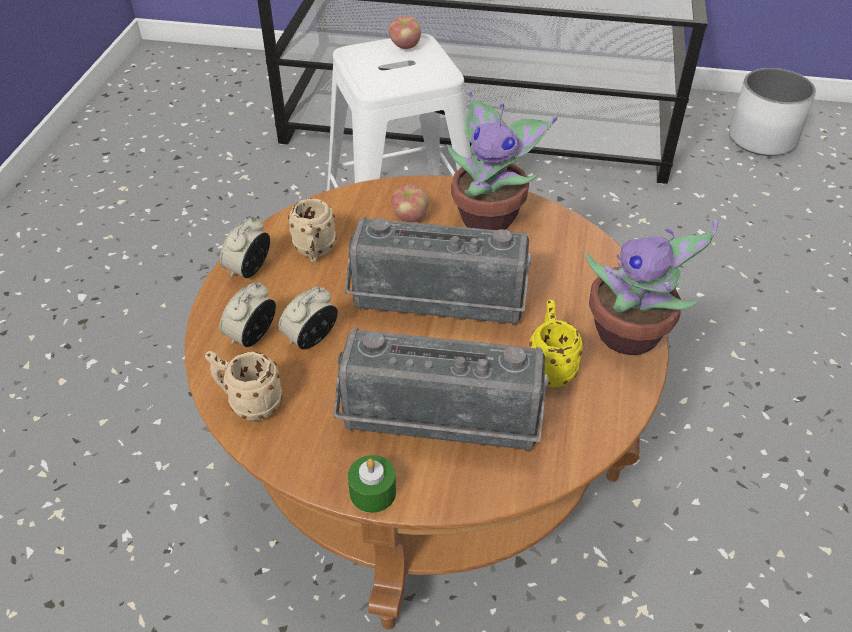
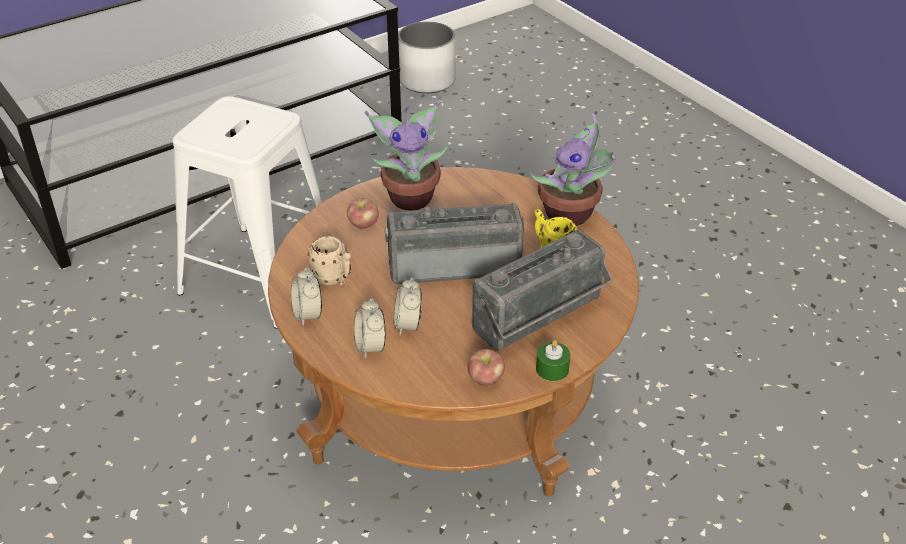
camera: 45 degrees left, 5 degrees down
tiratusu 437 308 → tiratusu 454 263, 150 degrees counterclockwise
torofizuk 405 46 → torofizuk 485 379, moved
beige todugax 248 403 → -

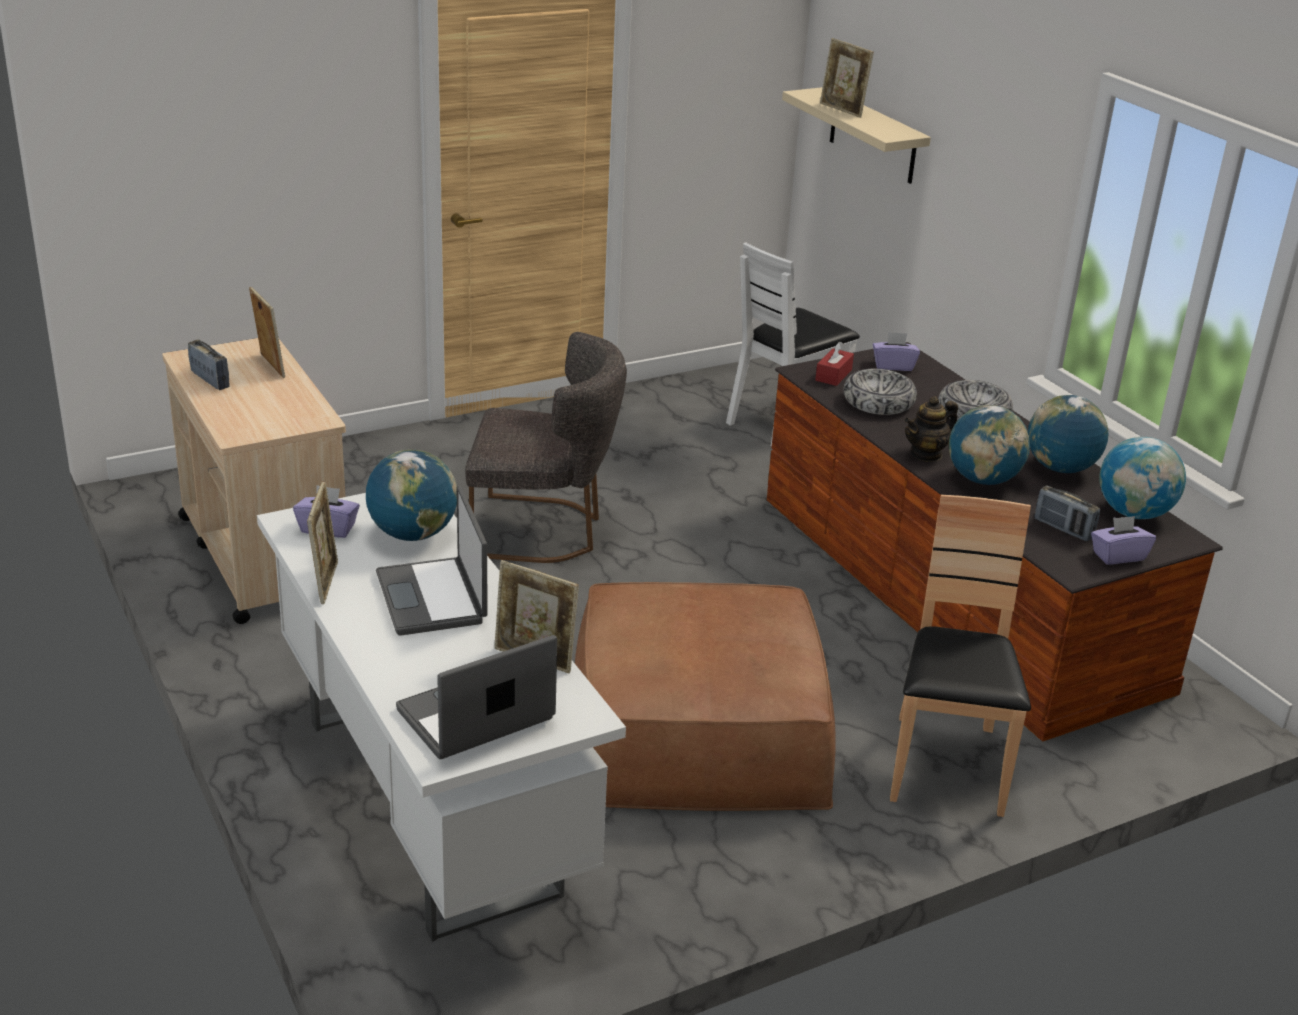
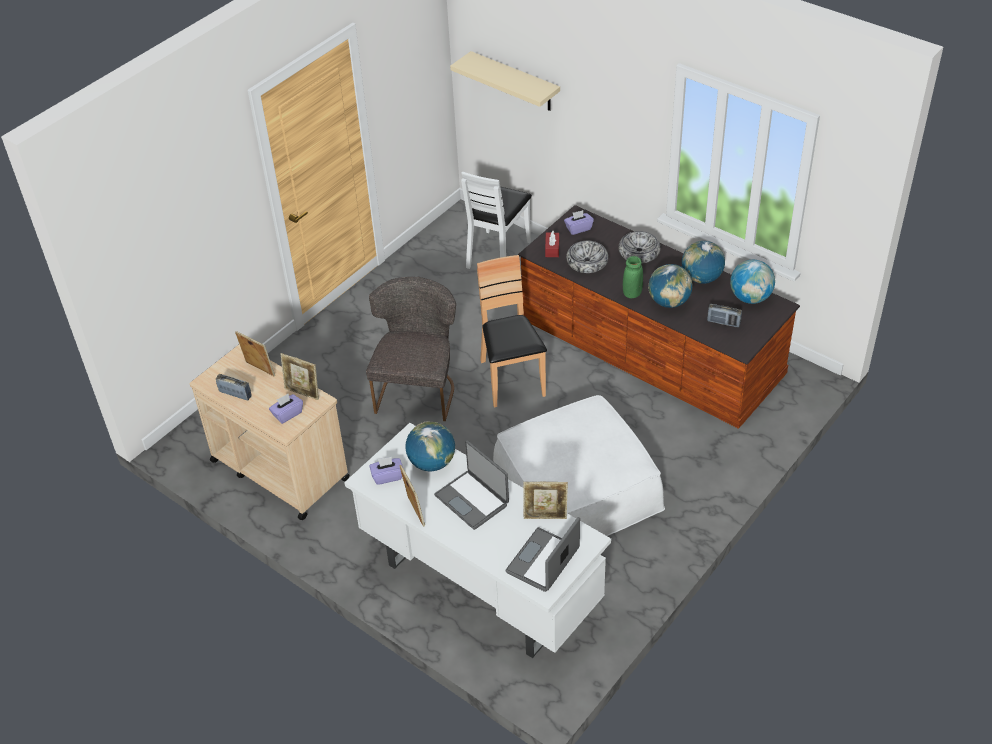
camera: 20 degrees left, 15 degrees up
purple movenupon 1118 556 → purple movenupon 287 414, moved
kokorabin 842 110 → kokorabin 303 393, moved
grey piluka 544 530 → grey piluka 418 389, 60 degrees counterclockwise
brown piluka 946 766 → brown piluka 511 379, moved
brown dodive 698 728 → white dodive 577 488
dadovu 926 454 → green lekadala 632 293

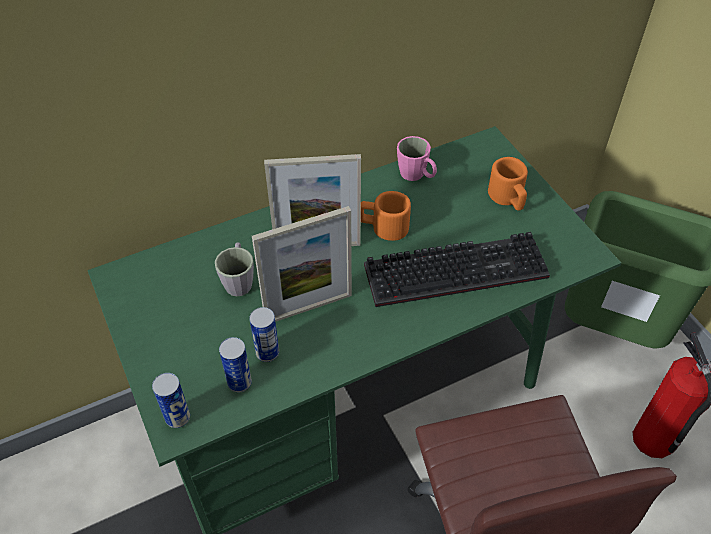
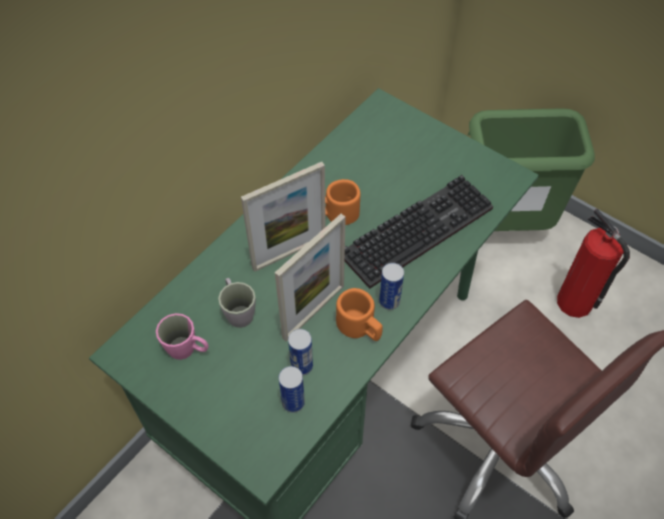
camera: 25 degrees left, 5 degrees up
pink todugax 416 175 → pink todugax 187 349, moved
orange todugax 508 198 → orange todugax 360 327, moved
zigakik 177 417 → zigakik 389 301, moved

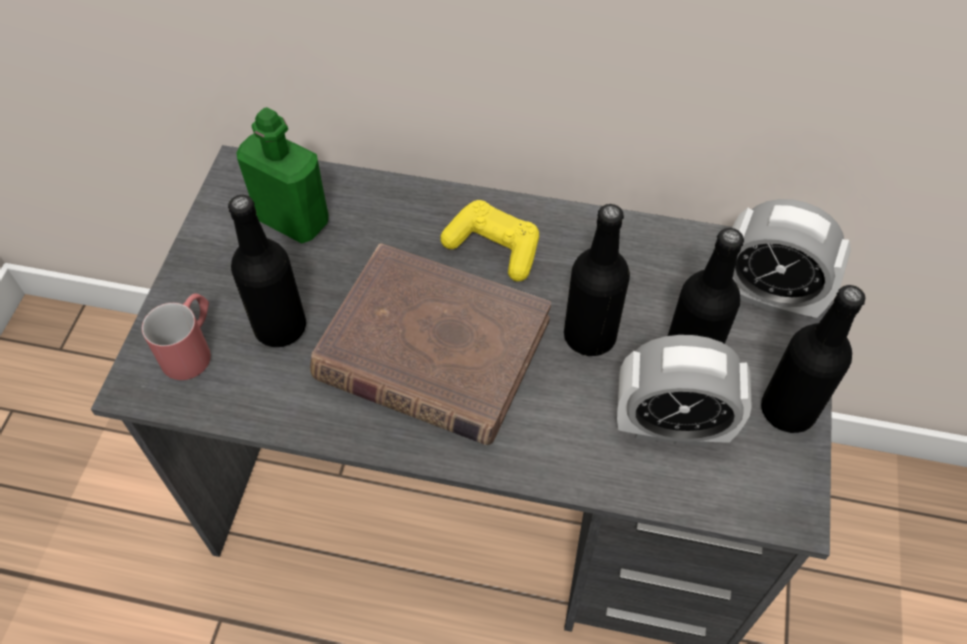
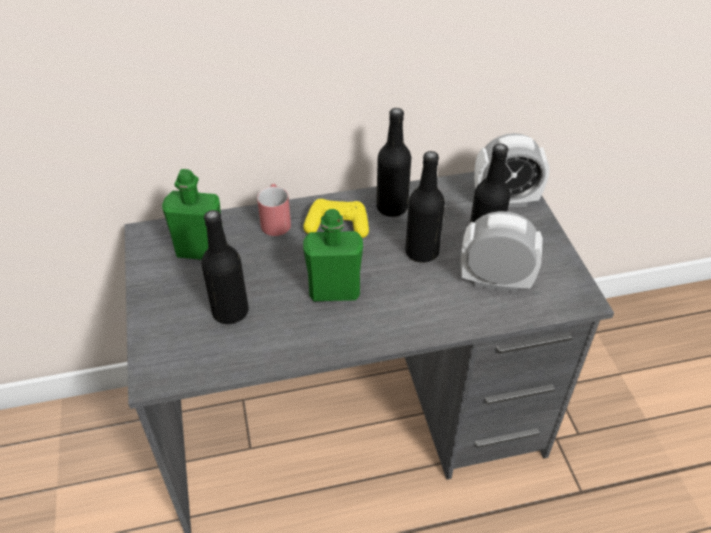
camera: 25 degrees left, 10 degrees down
red todugax 192 348 → red todugax 275 220, moved
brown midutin 432 350 → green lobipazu 334 291
black lobipazu 788 410 → black lobipazu 392 207, moved
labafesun 671 426 → labafesun 495 281, 150 degrees counterclockwise

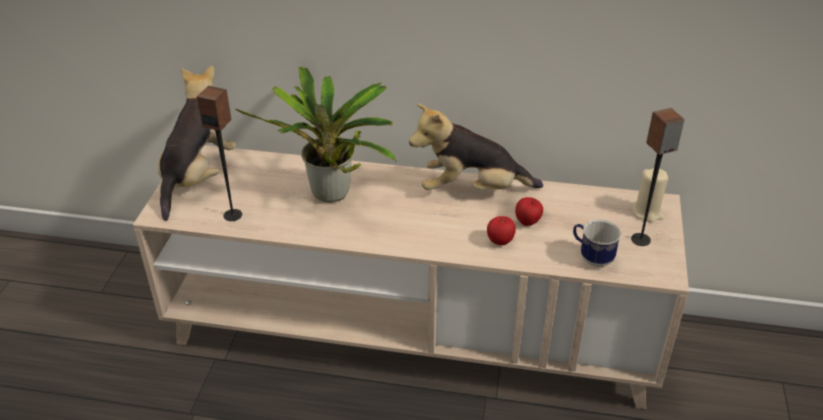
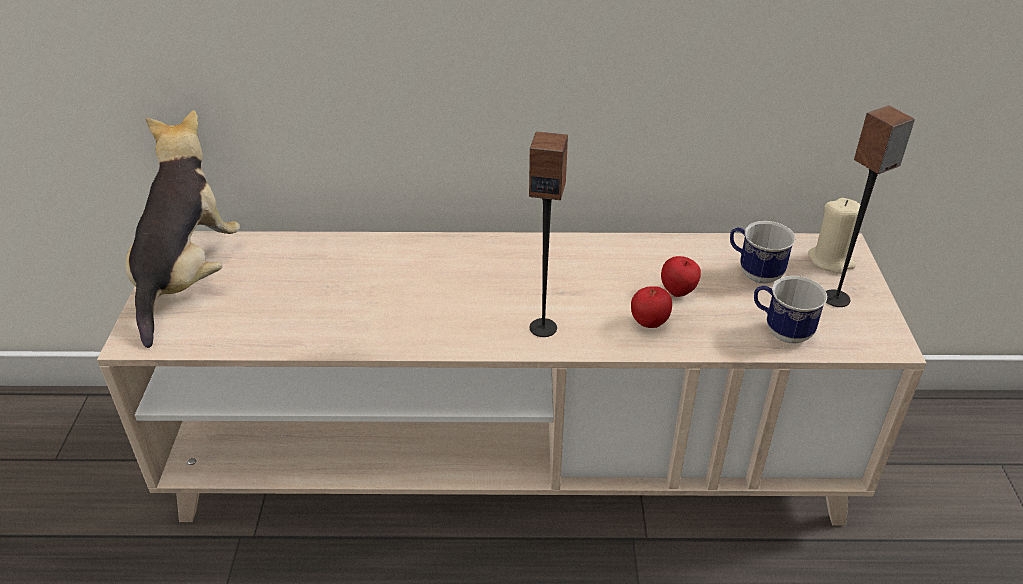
camera: 10 degrees left, 0 degrees up
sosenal 233 215 → sosenal 543 327, moved
- → todugax 754 272
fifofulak 333 197 → -
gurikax 472 190 → -

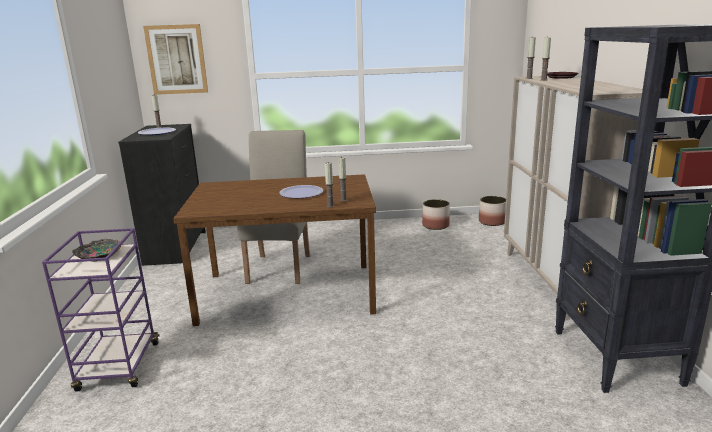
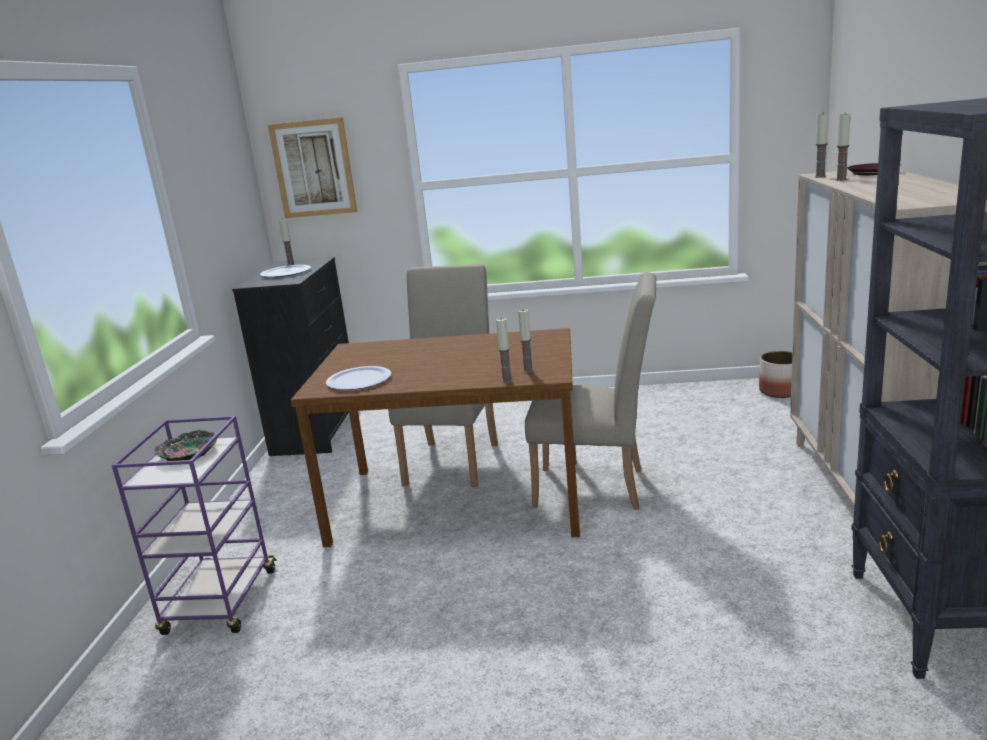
camera: 10 degrees right, 0 degrees up
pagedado 301 193 → pagedado 359 380, moved
- → beige piluka 599 488
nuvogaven 436 225 → -

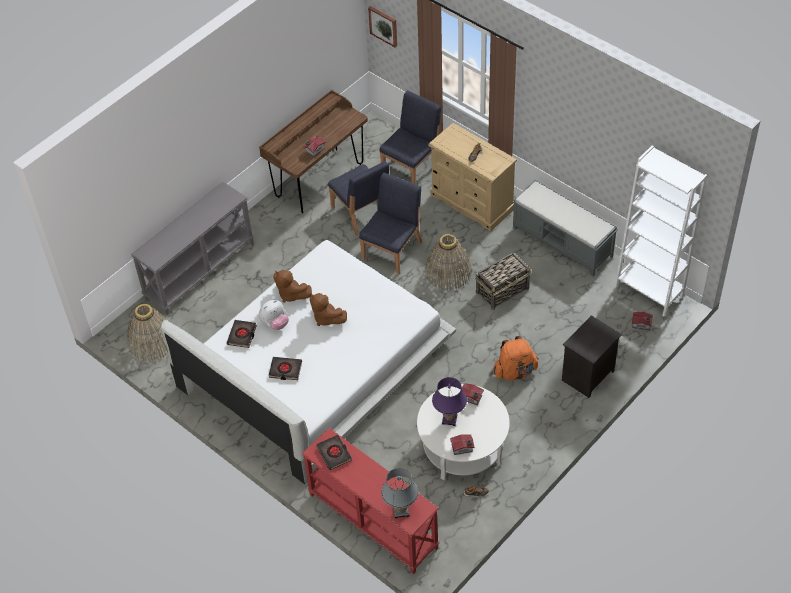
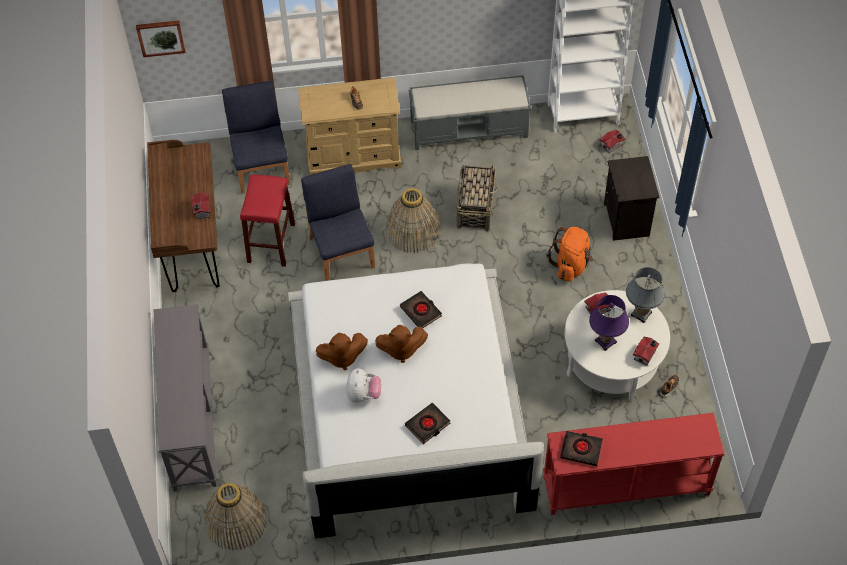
camera: 50 degrees left, 5 degrees up
blue piluka 361 213 → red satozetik 271 243
black midutin 242 335 → black midutin 421 311, moved
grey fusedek 400 511 → grey fusedek 641 314, moved

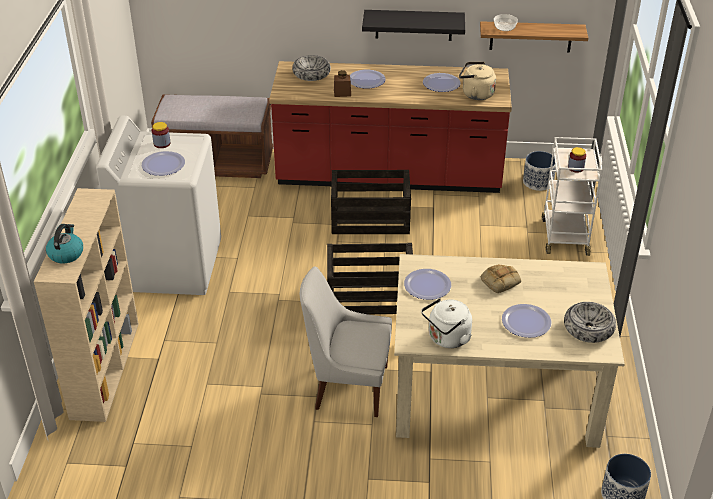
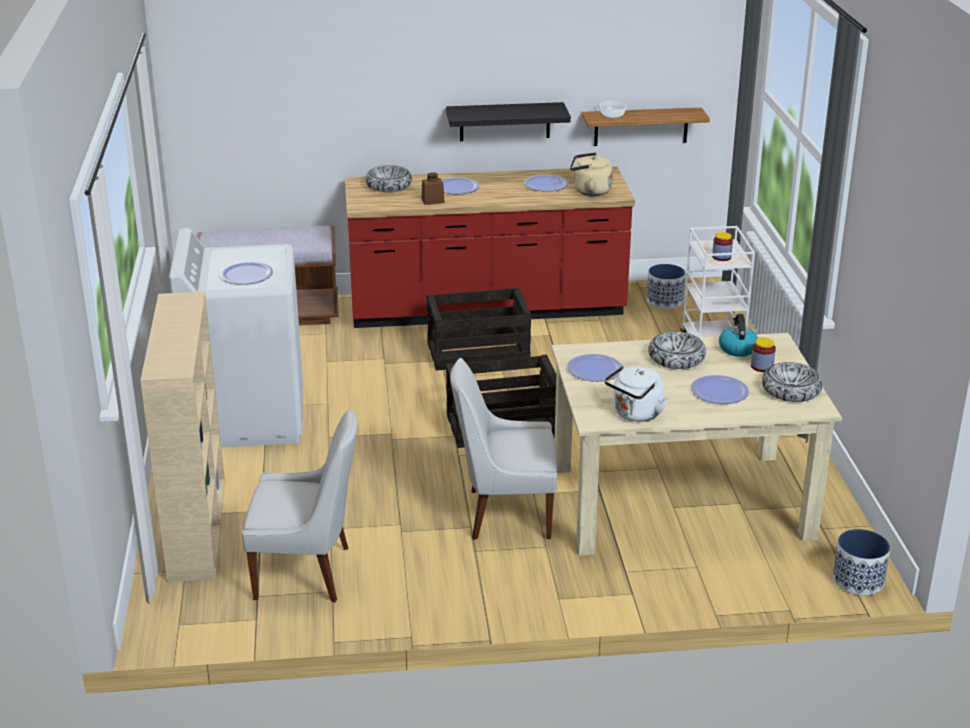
camera: 10 degrees left, 10 degrees down
- → white piluka 307 573
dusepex 500 280 → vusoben 676 358
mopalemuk 66 254 → mopalemuk 737 348, moved
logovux 162 143 → logovux 762 367, moved

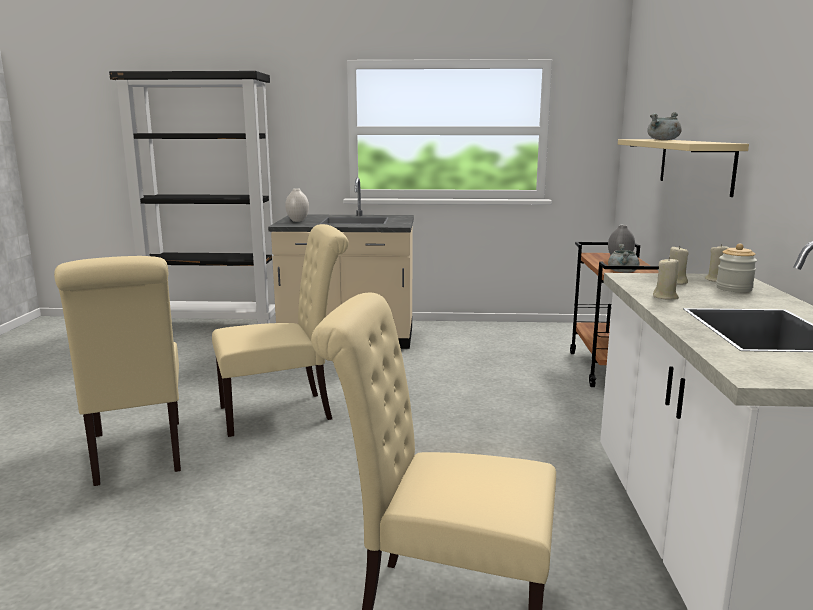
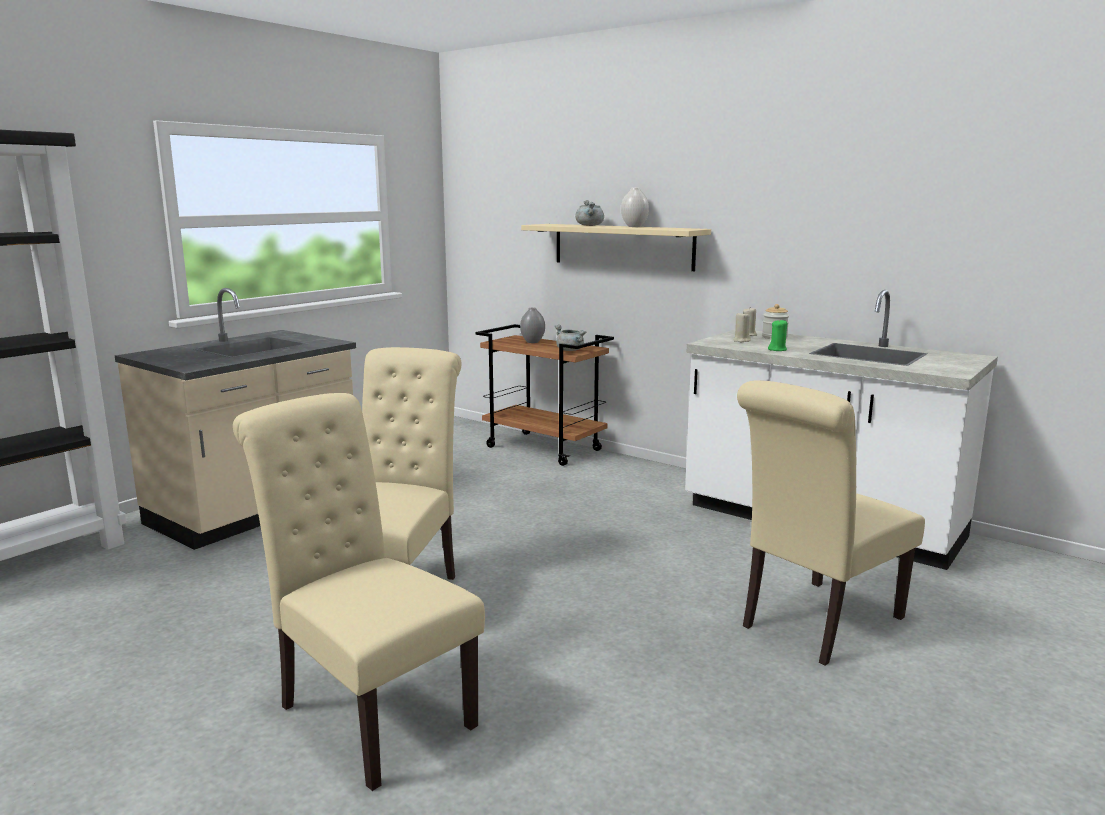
camera: 55 degrees left, 0 degrees up
beige piluka 137 455 → beige piluka 367 711, 150 degrees counterclockwise
white lekadala 298 221 → white lekadala 634 226, moved
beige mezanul 665 297 → green mezanul 777 349

